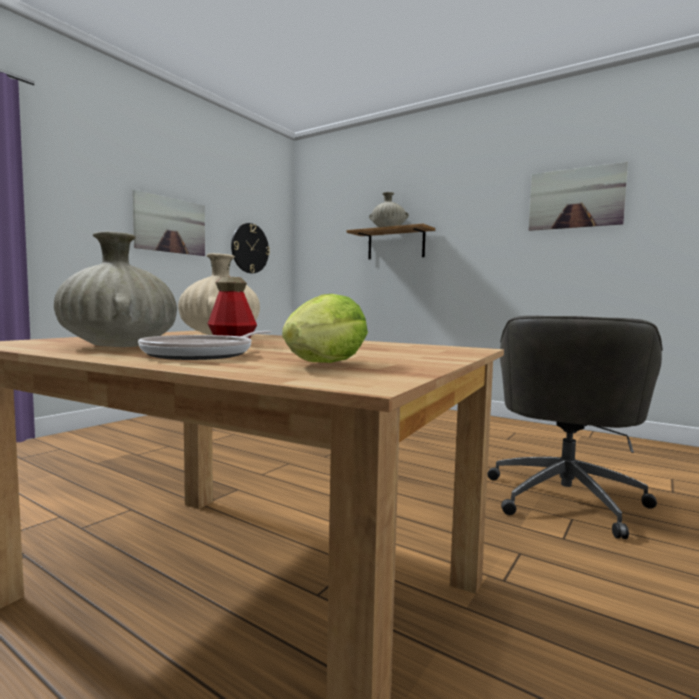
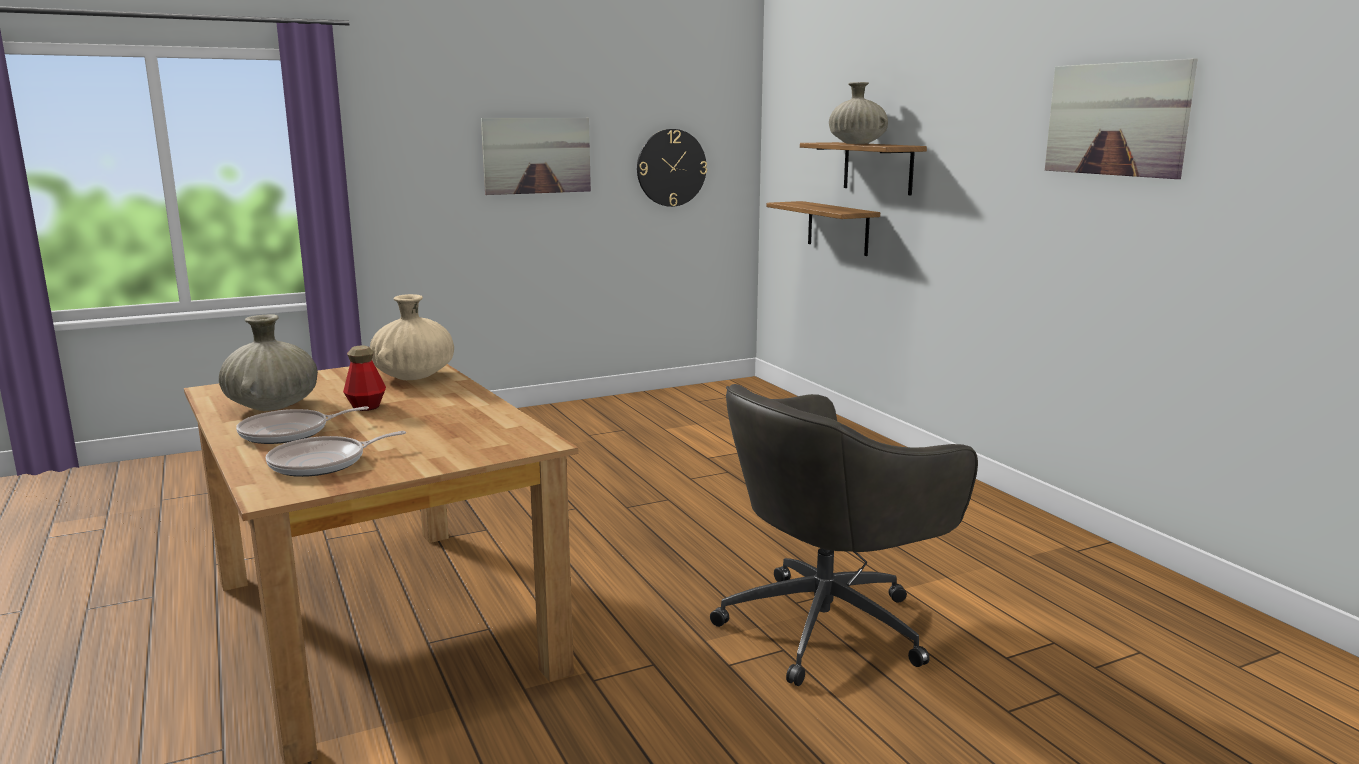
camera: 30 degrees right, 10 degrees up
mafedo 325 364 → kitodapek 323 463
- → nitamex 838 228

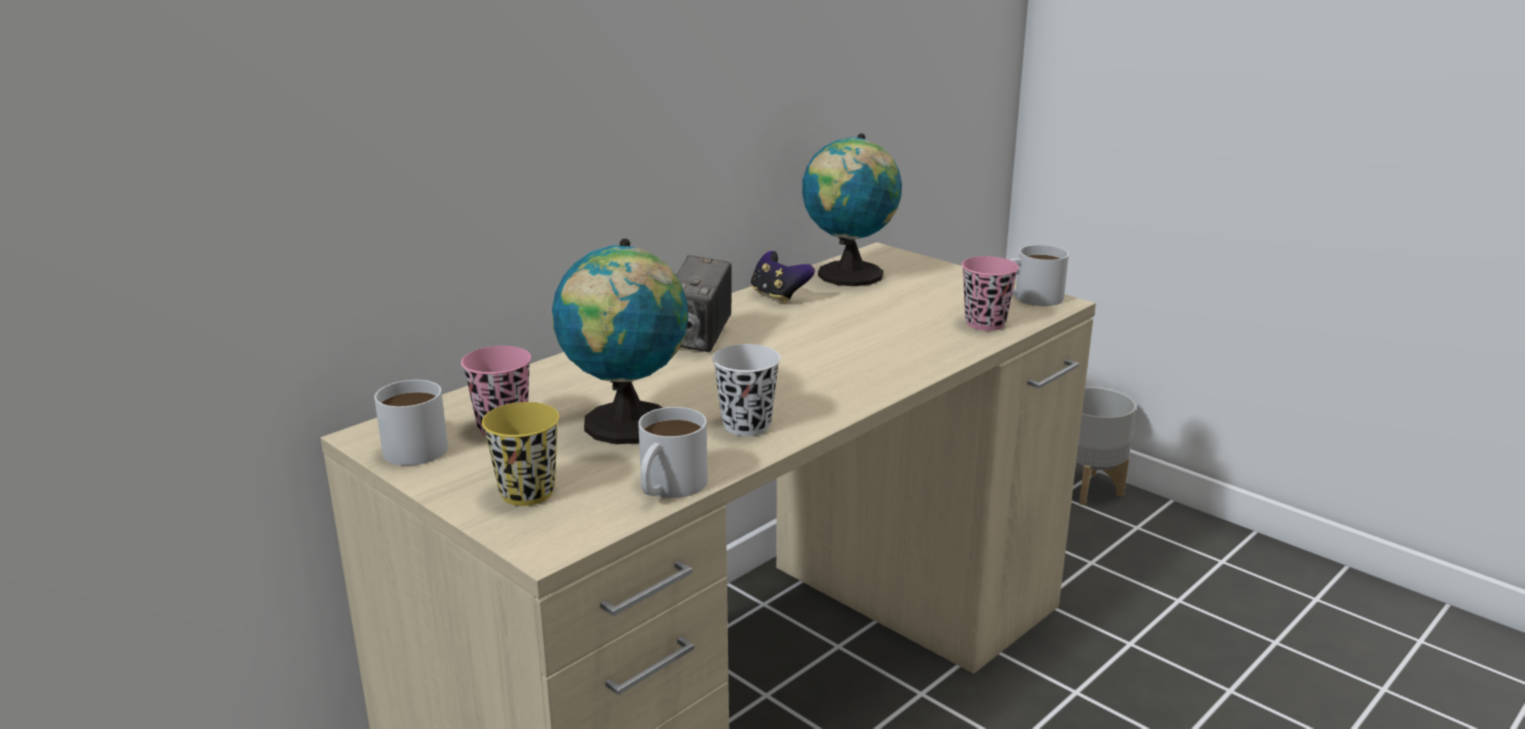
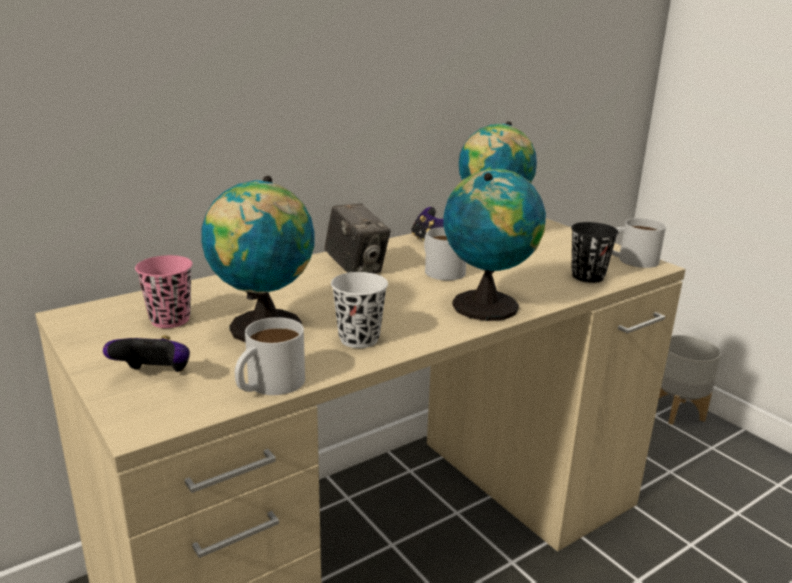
camera: 10 degrees right, 0 degrees up
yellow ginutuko 527 493 → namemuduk 154 376
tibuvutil 700 340 → tibuvutil 356 268, 60 degrees counterclockwise
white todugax 409 445 → white todugax 440 269, moved
- → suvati 487 304
pink ginutuko 985 323 → black ginutuko 587 276

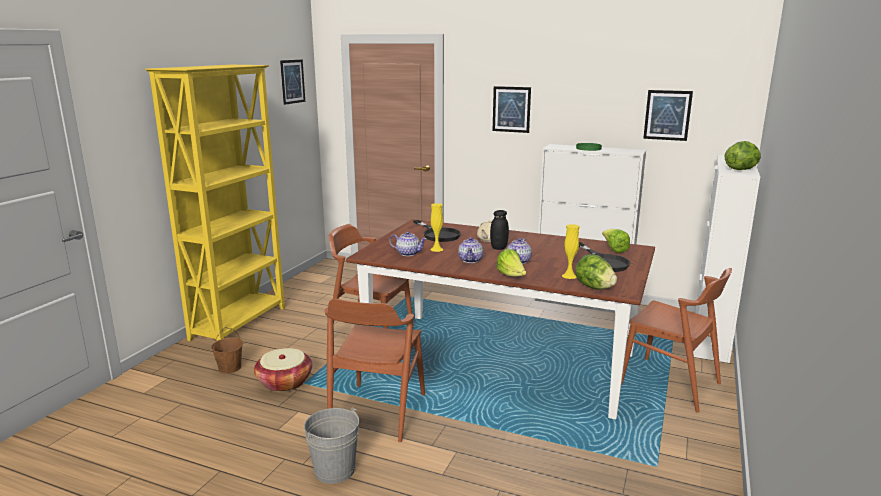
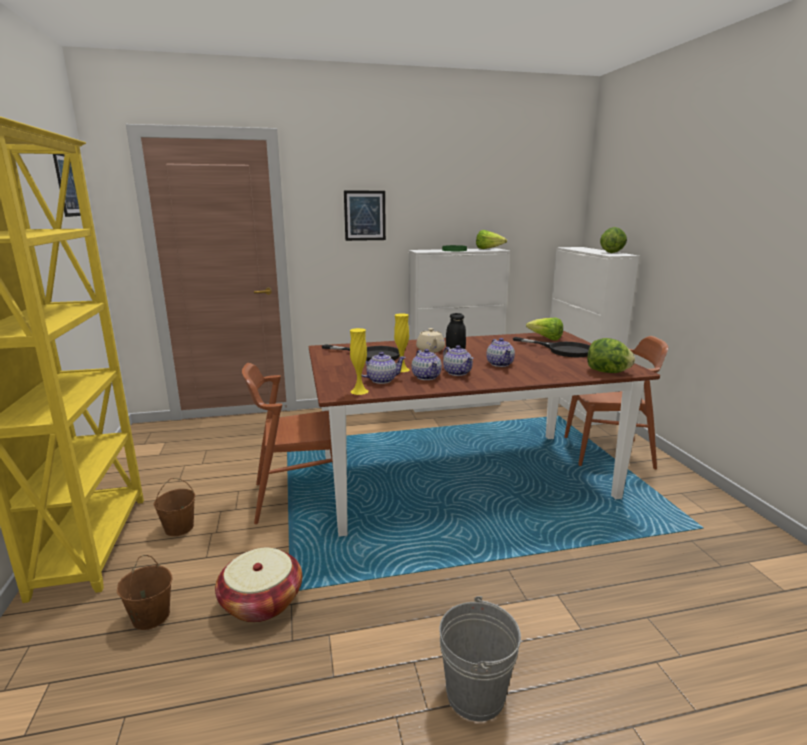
camera: 35 degrees left, 0 degrees up
- → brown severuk 179 528
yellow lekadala 569 276 → yellow lekadala 359 391, moved
- → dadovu 426 377
mafedo 511 276 → mafedo 488 249, moved
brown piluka 378 412 → -
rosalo 667 115 → -

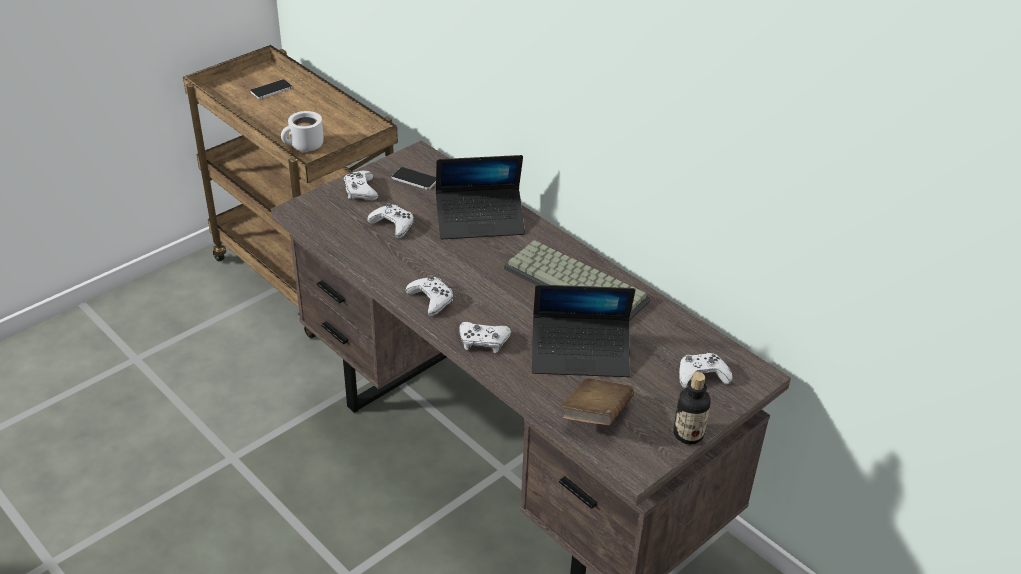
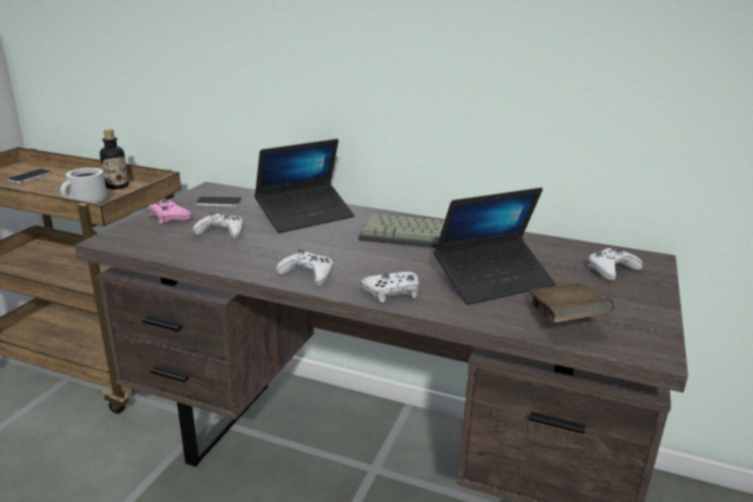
camera: 25 degrees left, 15 degrees down
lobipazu 688 434 → lobipazu 117 186, moved
white namemuduk 360 190 → pink namemuduk 169 217

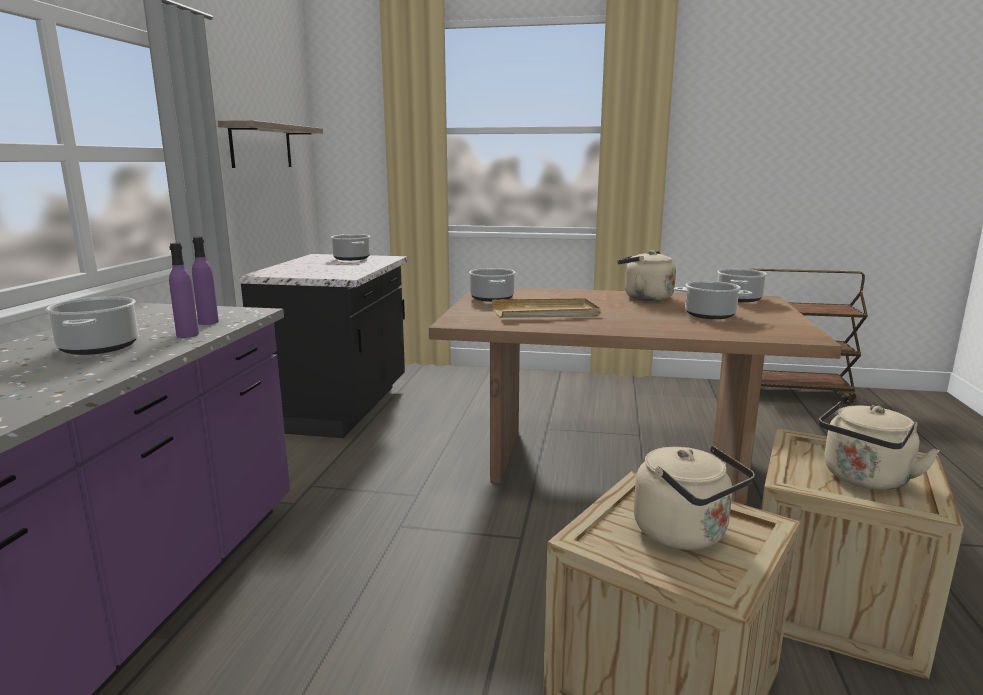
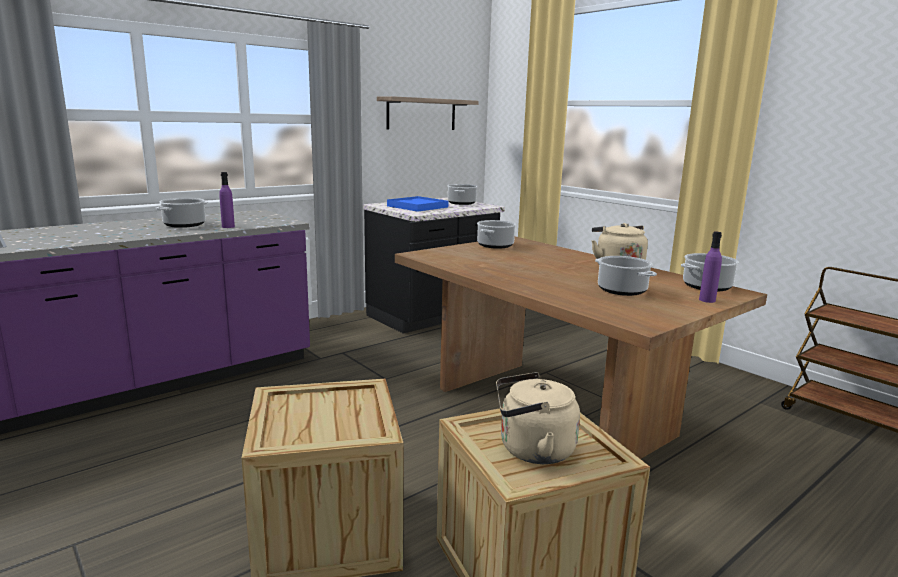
camera: 40 degrees right, 0 degrees up
- → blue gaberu 417 206
purple lobipazu 208 322 → purple lobipazu 707 300, moved
beige gaberu 545 313 → -
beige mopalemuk 685 534 → -

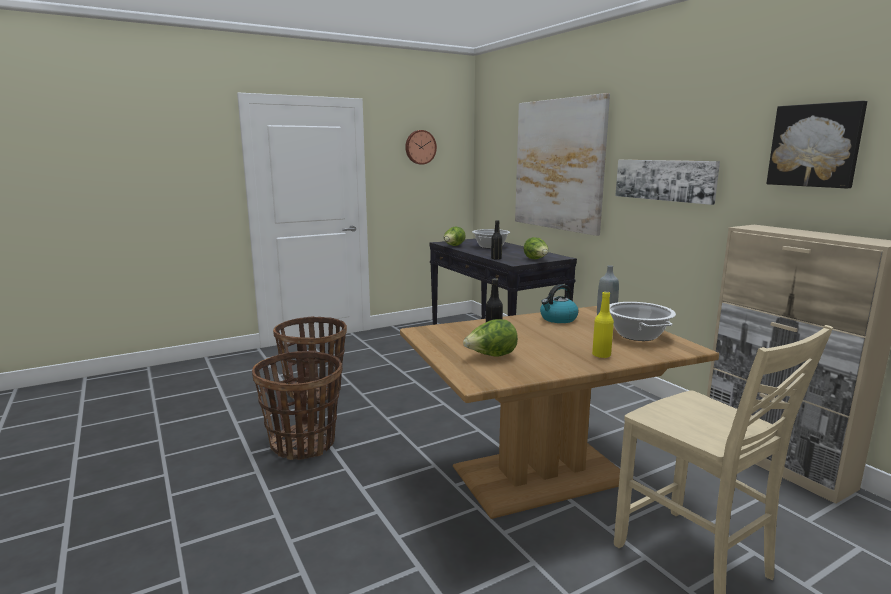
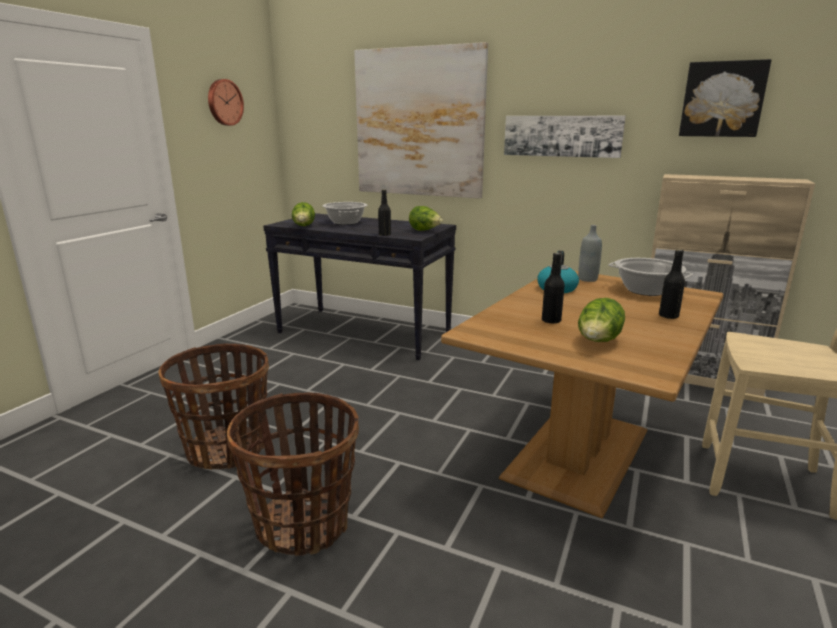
camera: 35 degrees left, 5 degrees up
yellow lobipazu 601 355 → black lobipazu 668 316

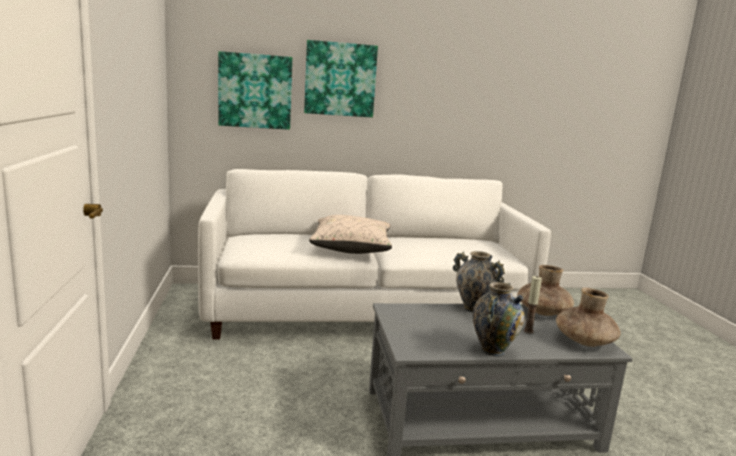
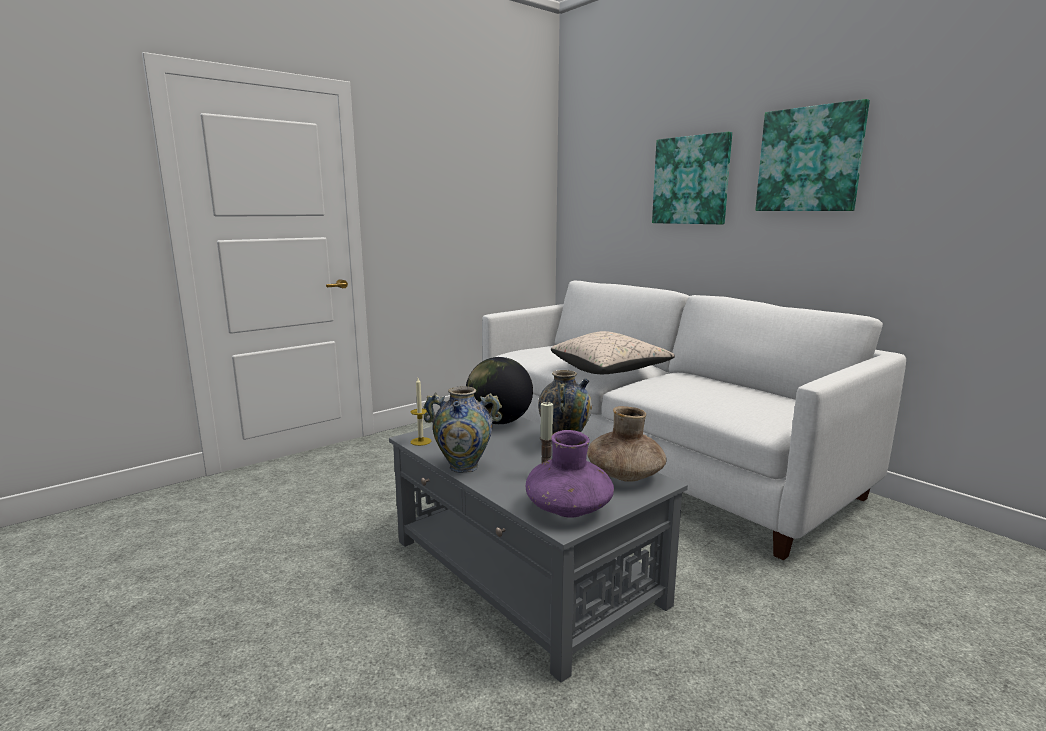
camera: 60 degrees right, 0 degrees up
- → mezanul 421 441
- → suvati 499 422
brown lekadala 584 341 → purple lekadala 569 508
rosalo 255 91 → rosalo 809 159, moved

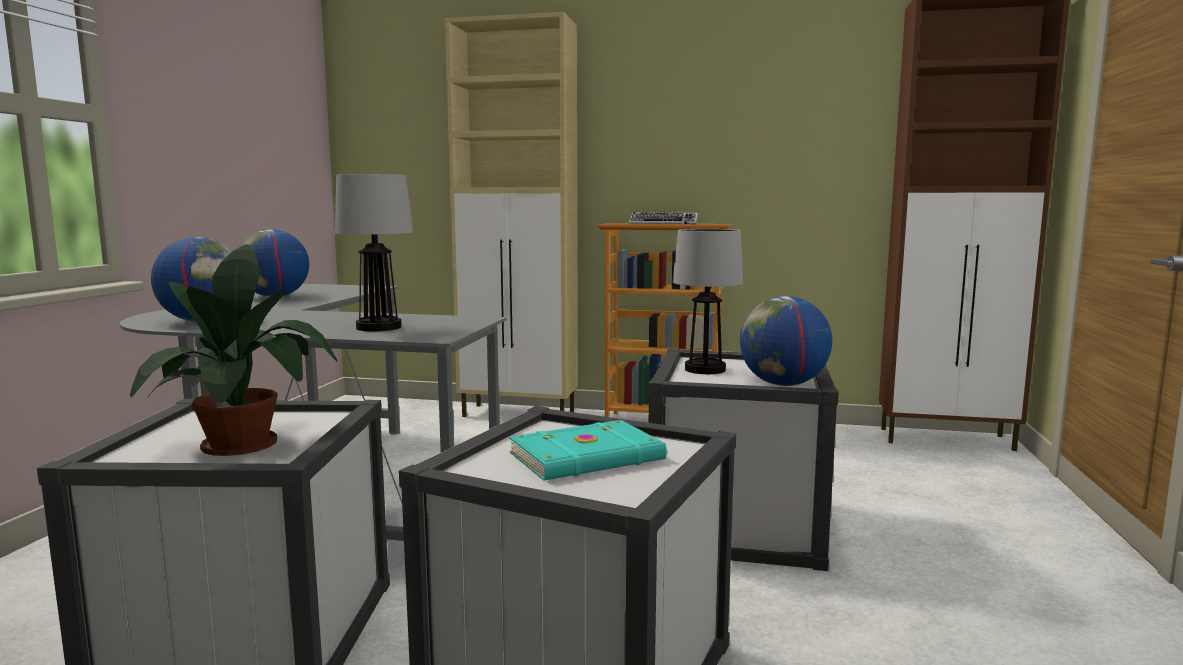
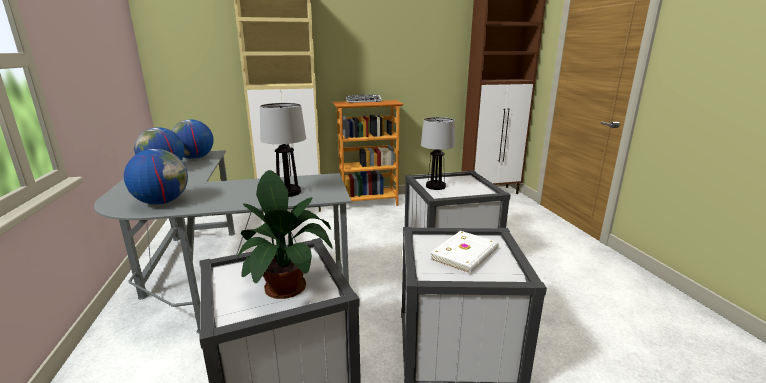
camera: 25 degrees left, 10 degrees up
suvati 783 384 → suvati 195 158, moved
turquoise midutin 588 457 → white midutin 466 254

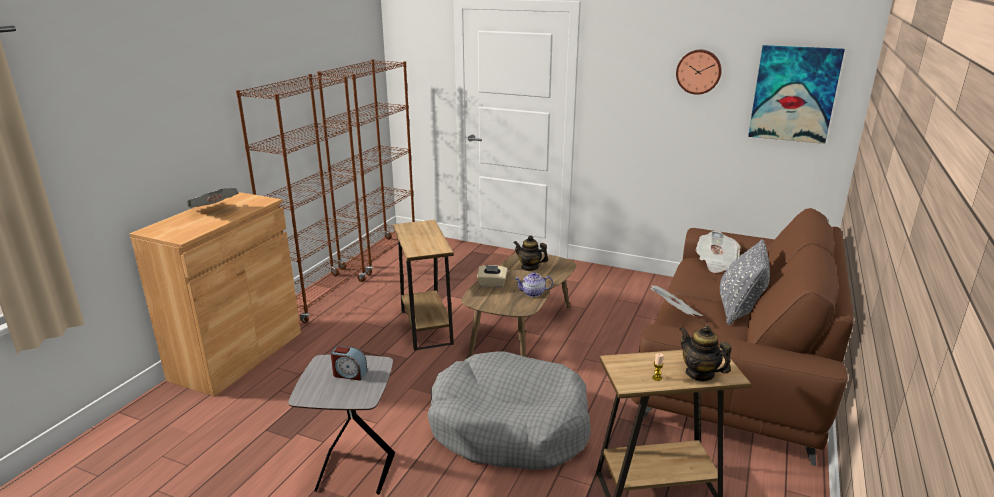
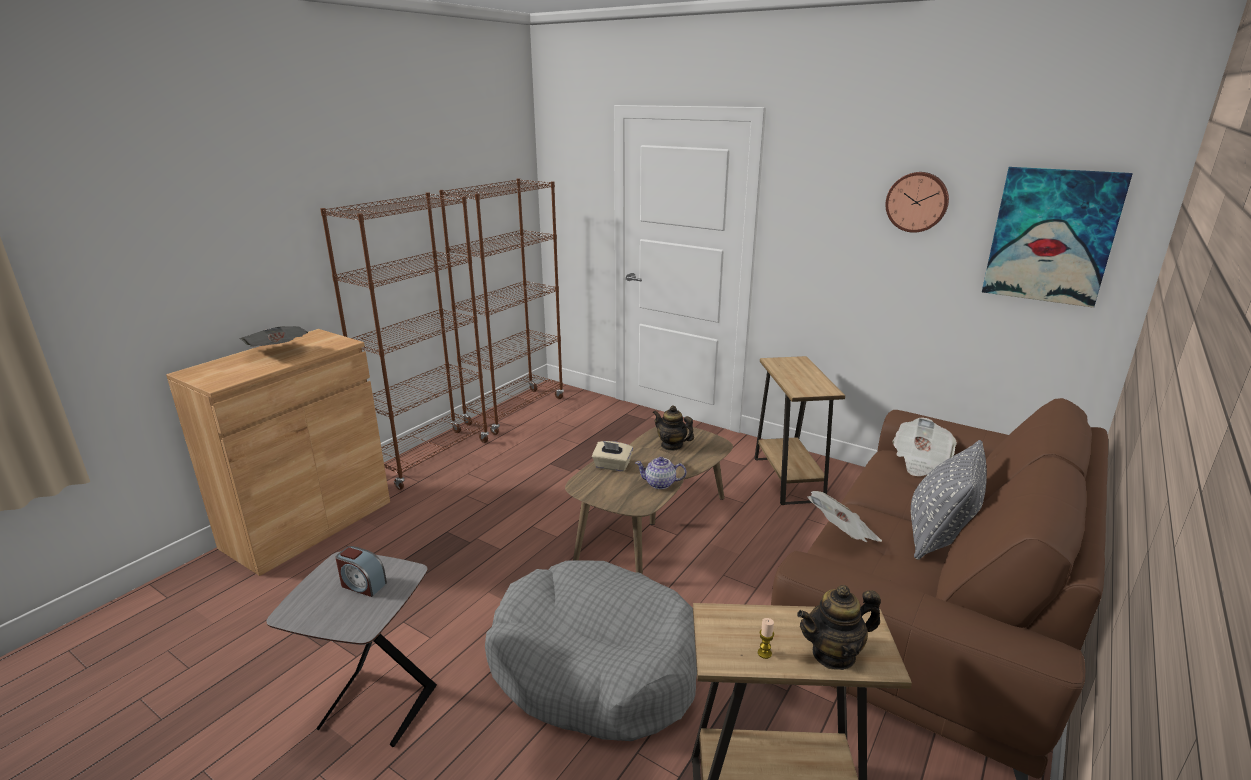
camera: 10 degrees right, 0 degrees up
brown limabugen 426 327 → brown limabugen 788 479, moved
dadovu 700 373 → dadovu 834 654, 75 degrees counterclockwise

